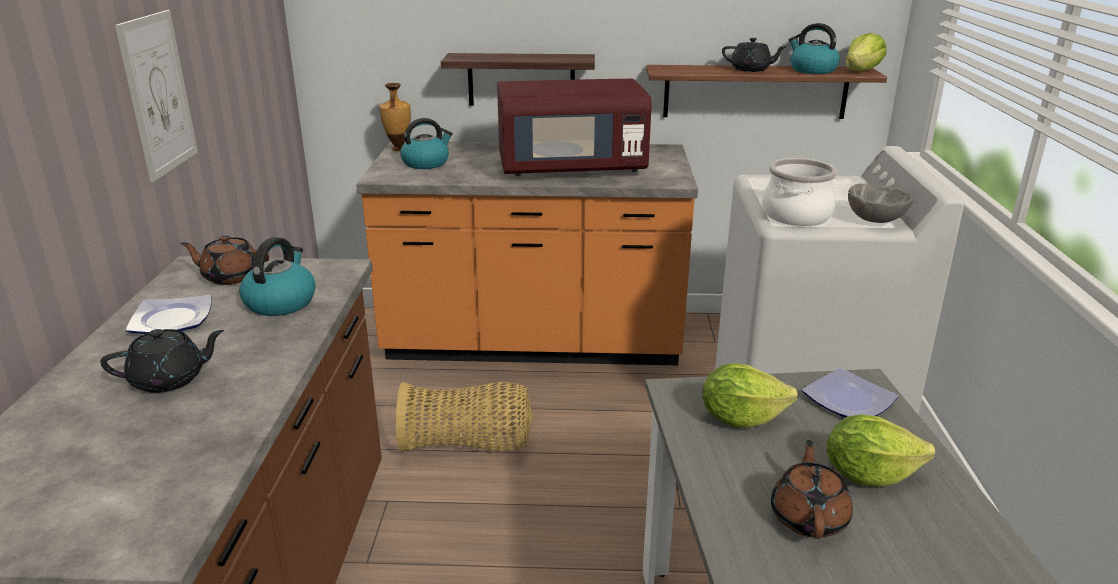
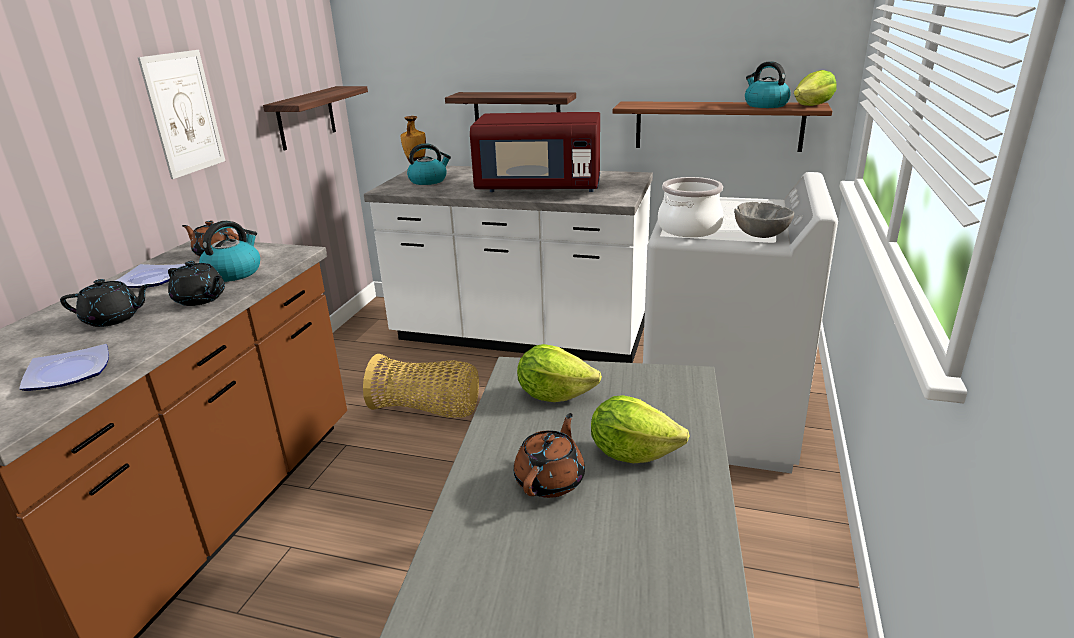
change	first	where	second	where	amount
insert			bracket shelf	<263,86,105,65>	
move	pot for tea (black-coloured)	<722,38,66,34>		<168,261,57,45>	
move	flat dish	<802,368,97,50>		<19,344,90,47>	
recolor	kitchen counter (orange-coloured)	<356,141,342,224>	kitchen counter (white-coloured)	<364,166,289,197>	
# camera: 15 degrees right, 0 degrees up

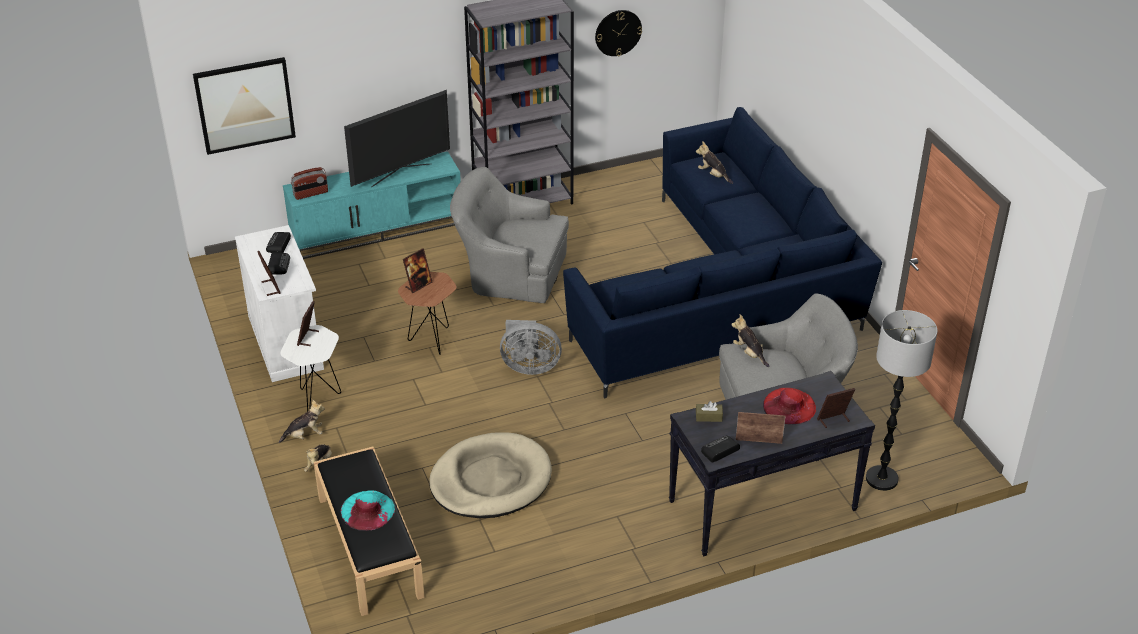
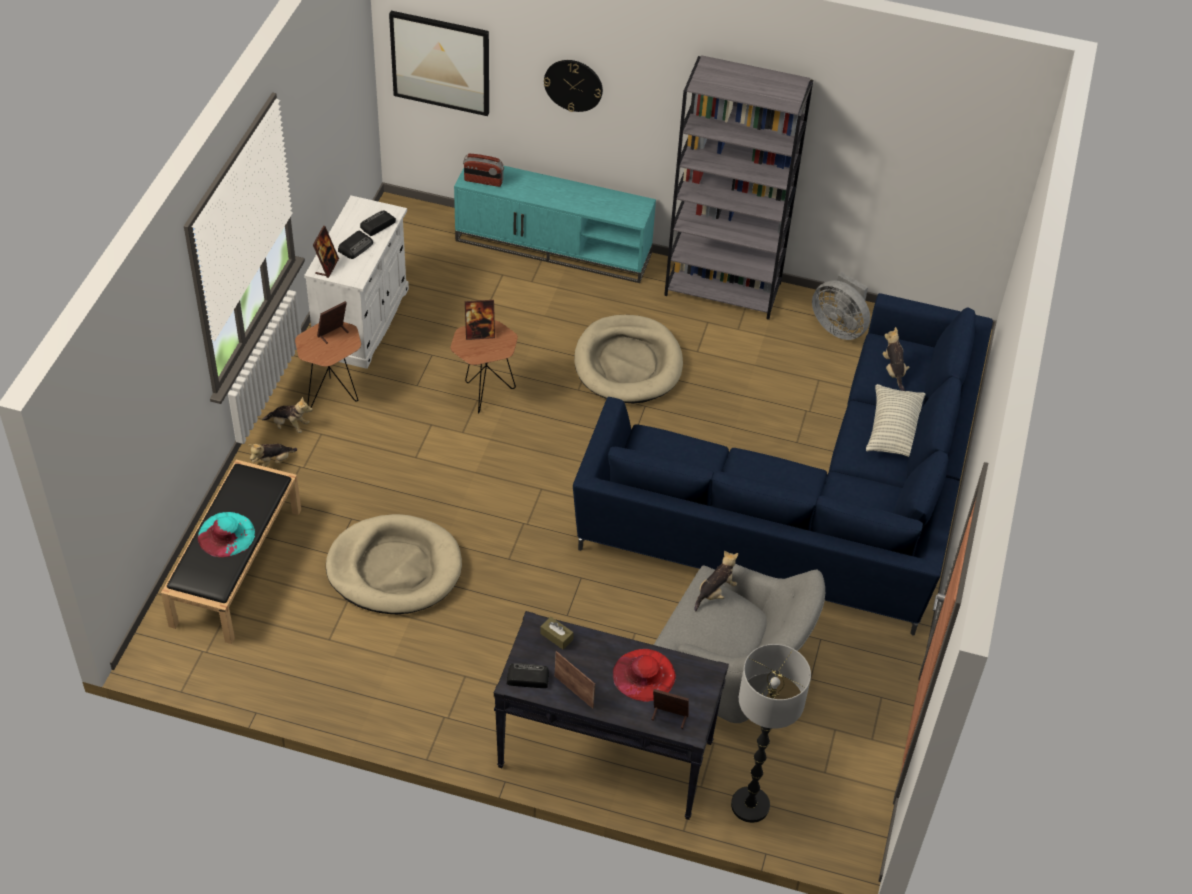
change	first	where	second	where	amount
delete	television	<344,90,106,97>			
insert			pillow	<866,384,60,73>	
move	cooling fan (greyish)	<500,320,62,55>		<812,273,58,67>	
move	clock on the wall	<595,10,47,46>		<544,60,59,52>	
replace	armchair (greyish)	<450,167,119,136>	dog bed (beige-coloured)	<574,315,109,88>	
recolor	end table (white-coloured)	<280,325,61,87>	end table (brown)	<295,322,66,86>	
rotate	cuddly toy	<731,314,39,53>		<694,550,44,61>	45 degrees clockwise
# camera: 35 degrees right, 10 degrees up

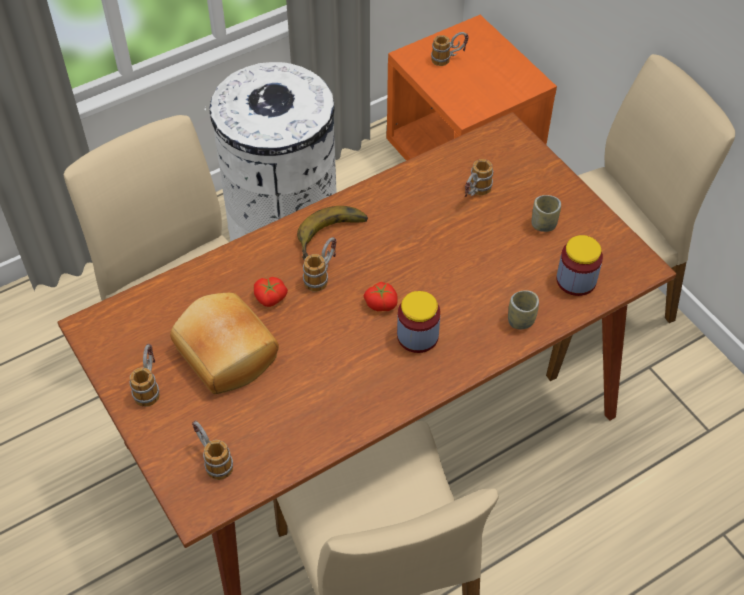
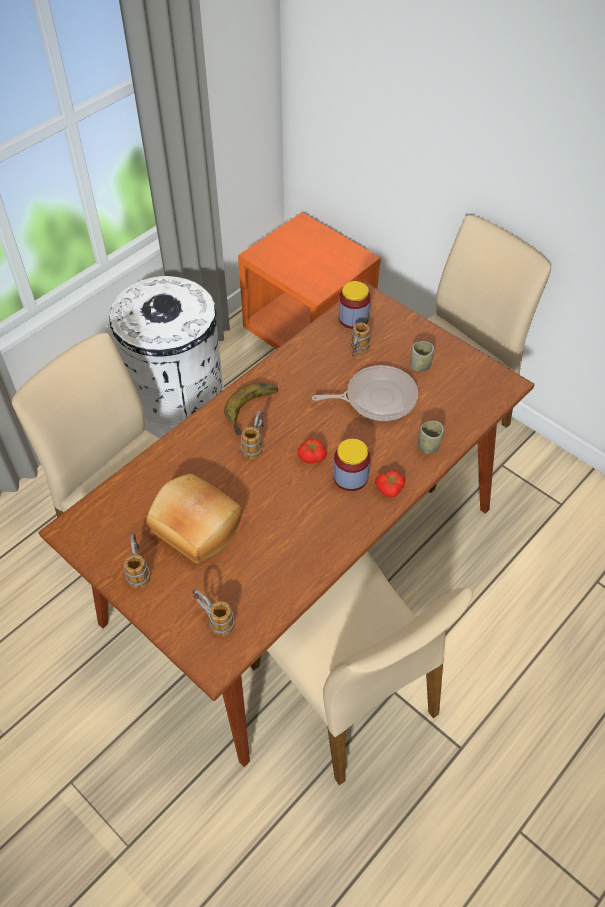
change	first	where	second	where	amount
delete	coffee mug	<431,32,38,34>			
insert			pan	<312,365,106,56>	
move	tomato	<254,277,34,30>		<375,471,30,26>	
move	storage jar	<556,235,47,61>		<339,281,32,48>	
# camera: 15 degrees left, 0 degrees up

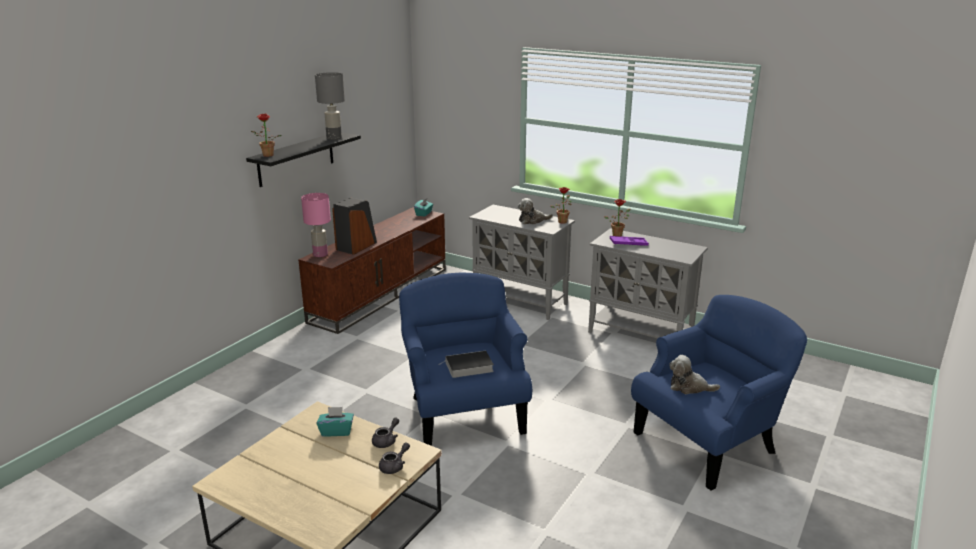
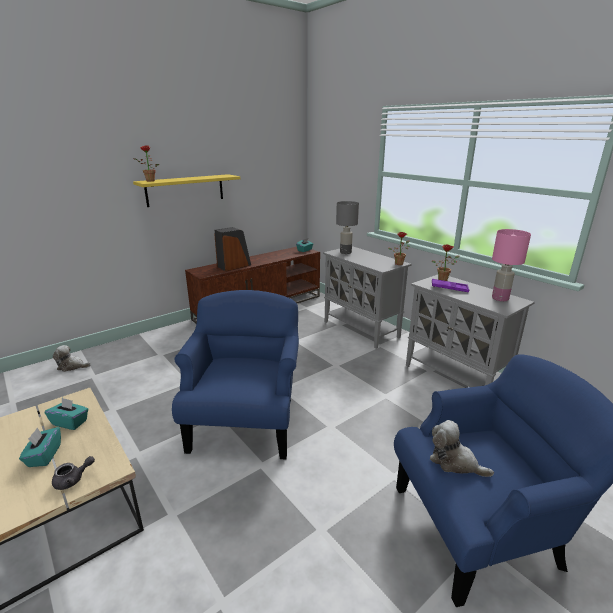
change	first	where	second	where	amount
delete	pot for tea (greyish)	<372,417,27,31>			
delete	volume	<438,351,56,27>			
insert			tissue holder (blue-green)	<19,427,42,40>	
move	table lamp (pink-coloured)	<301,193,30,64>		<492,229,39,72>	
move	table lamp (greyish)	<315,72,30,68>		<336,201,23,53>	
move	cuddly toy	<518,198,35,26>		<53,345,37,27>	
recolor	bracket shelf (black-coloured)	<246,132,115,55>	bracket shelf (yellow)	<133,174,107,33>	
# camera: 20 degrees right, 0 degrees up

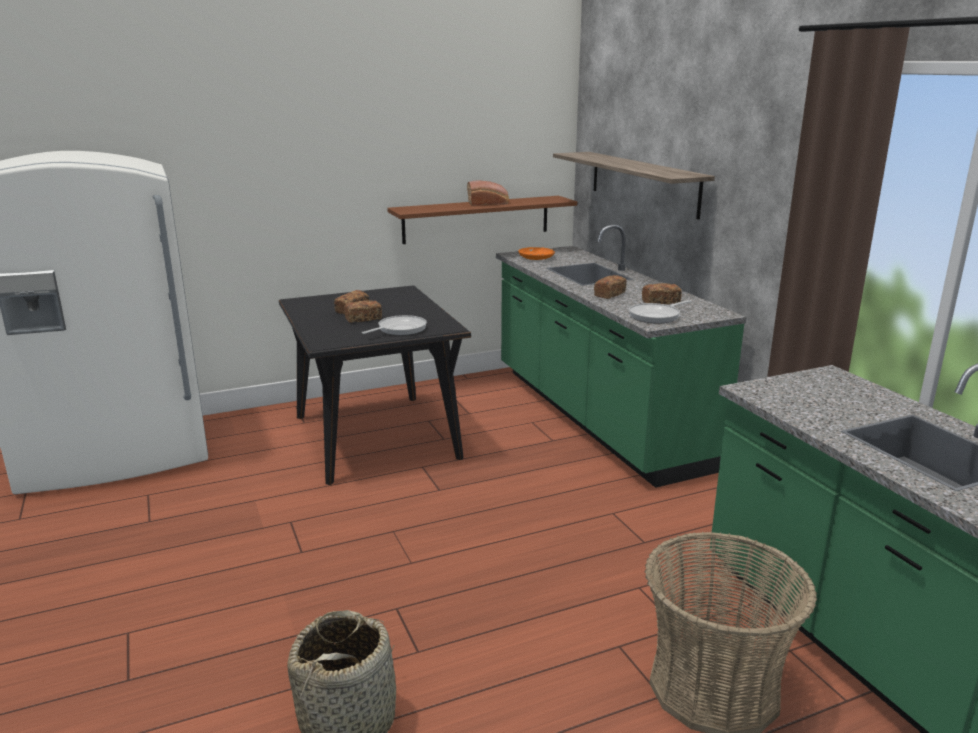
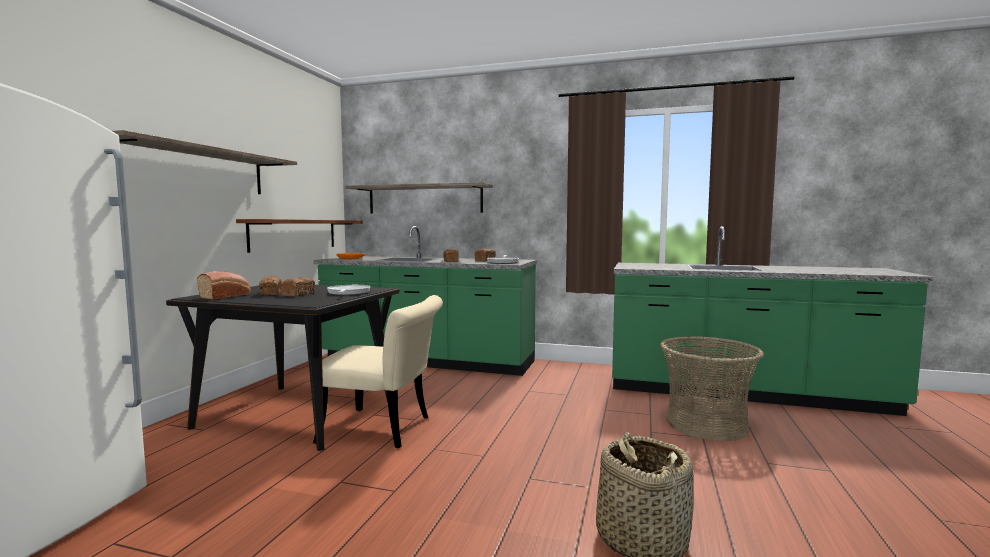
change	first	where	second	where	amount
insert			bracket shelf	<112,130,185,64>	
insert			plain chair (beige-coloured)	<313,295,130,153>	
move	baked bread	<467,180,42,26>		<197,271,54,29>	
# camera: 50 degrees left, 15 degrees down

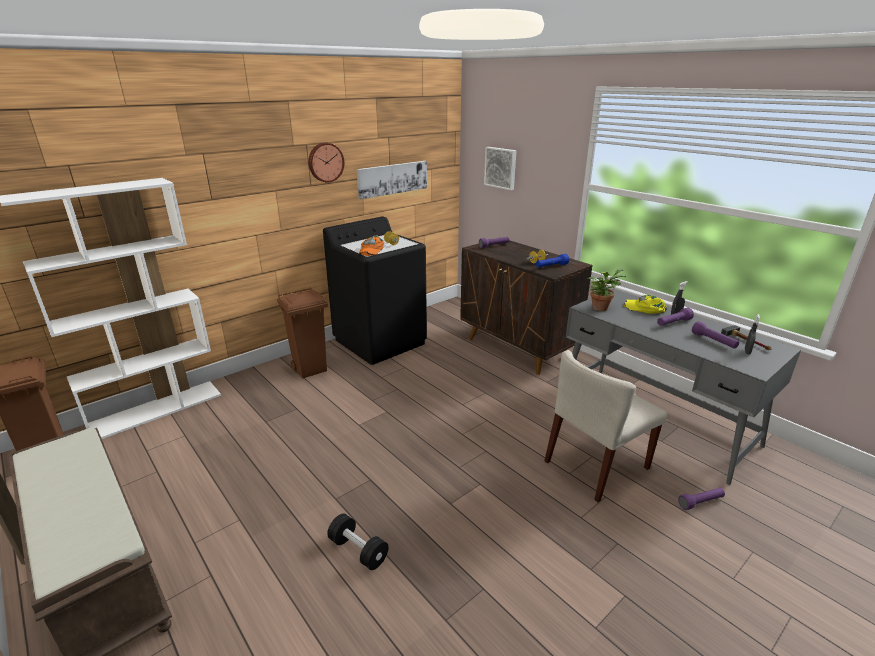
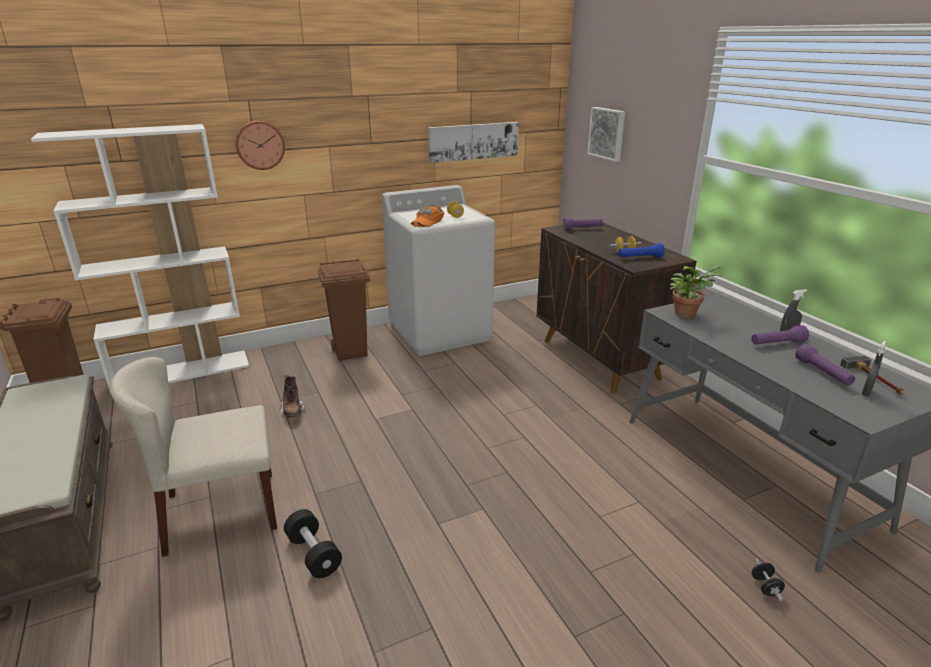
change	first	where	second	where	amount
delete	baseball cap (yellow)	<624,295,43,19>			
insert			high-top boot (brown)	<280,375,25,43>	
move	clock on the wall	<309,143,35,40>		<235,121,50,49>	
move	plain chair (beige-coloured)	<544,350,123,152>		<110,357,167,200>	
replace	torch (purplish)	<678,488,47,22>	hand weight (black-coloured)	<752,558,33,43>	
recolor	laundry appliance (black-coloured)	<323,216,104,149>	laundry appliance (white-coloured)	<382,185,113,171>	
# camera: 15 degrees right, 0 degrees up

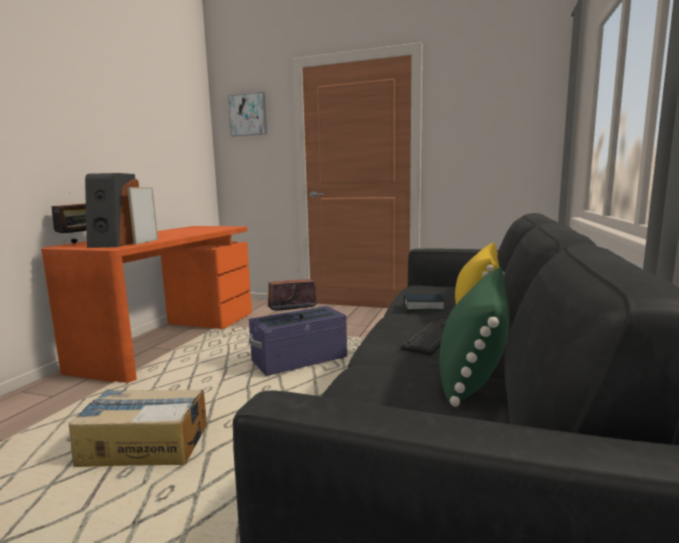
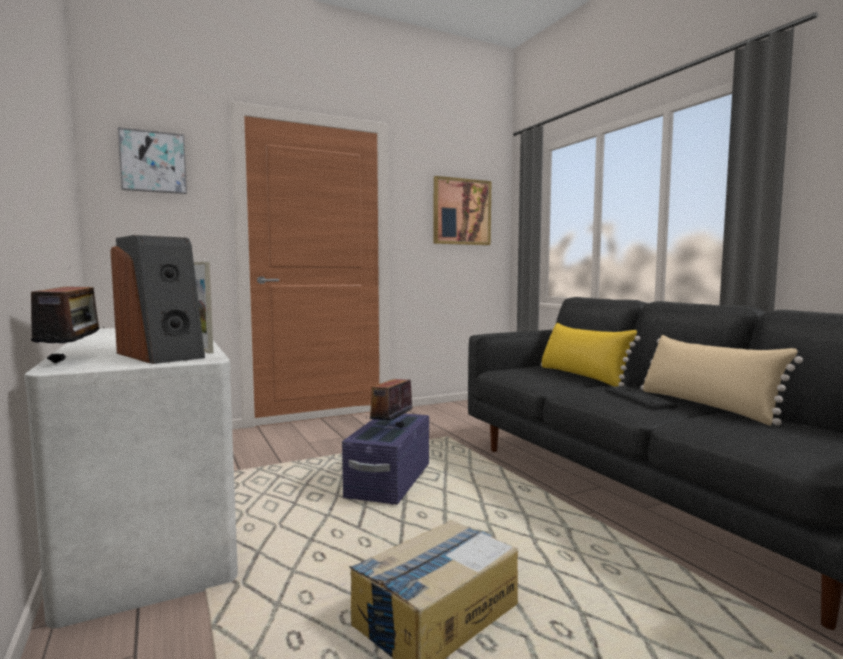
change	first	where	second	where	amount
delete	volume	<404,294,41,16>			
insert			wall picture	<434,176,57,69>	
recolor	desk table (orange-coloured)	<41,226,211,157>	desk table (white-coloured)	<24,328,214,300>	
recolor	pillow (green-coloured)	<439,267,71,140>	pillow (beige-coloured)	<641,335,162,91>	
# camera: 45 degrees left, 5 degrees down

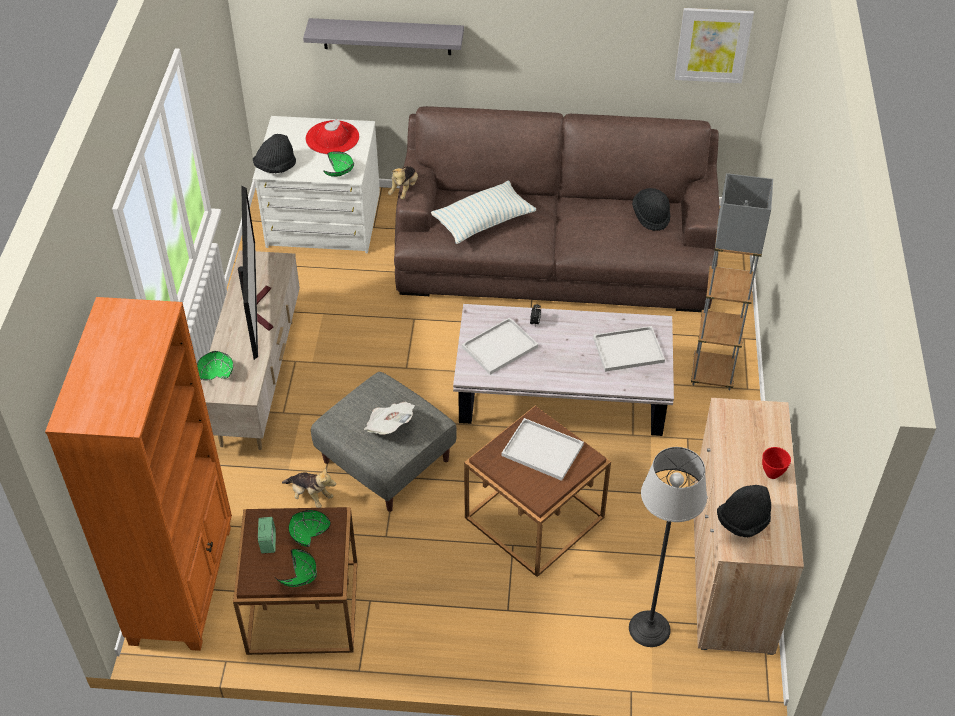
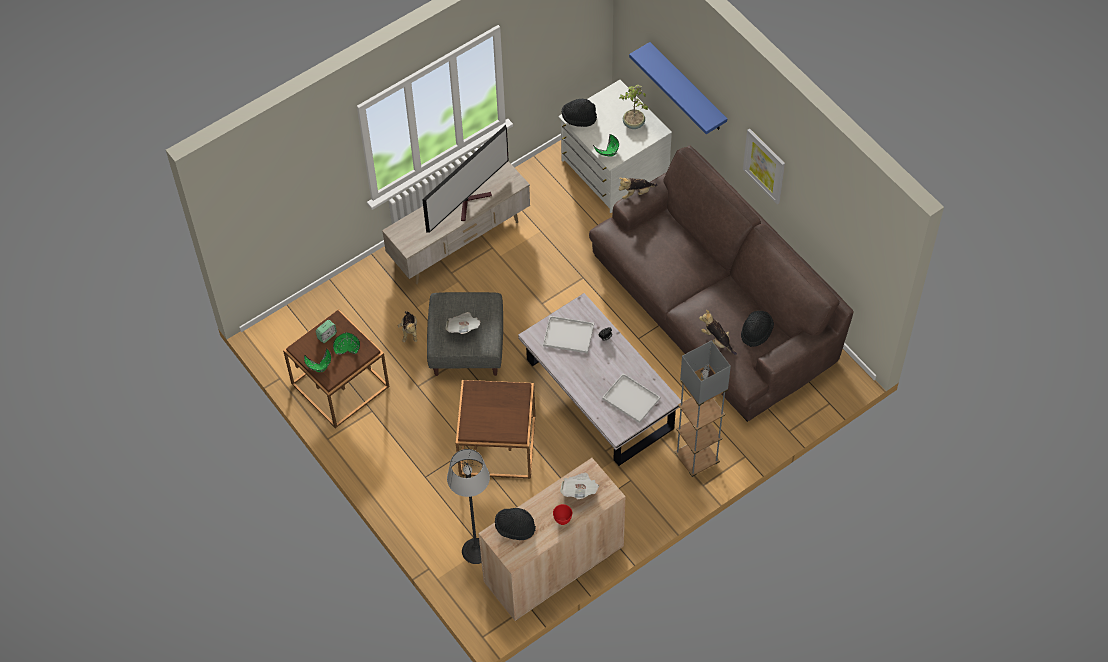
change	first	where	second	where	amount
delete	bookshelf (orange-coloured)	<45,297,187,354>			
delete	serving bowl (green-coloured)	<197,351,36,30>			
delete	pillow	<431,181,105,63>			
delete	carrying tray (white-coloured)	<502,418,82,63>			
insert			printed paper	<560,472,39,27>	
insert			cuddly toy	<699,310,38,45>	
move	wall picture	<675,8,79,75>		<743,128,42,76>	
replace	clothing hat (red-coloured)	<306,119,53,35>	plant in a pot	<619,84,29,45>	
recolor	bracket shelf (greyish)	<303,18,161,37>	bracket shelf (blue-coloured)	<629,42,98,92>	
# camera: 50 degrees right, 10 degrees up

